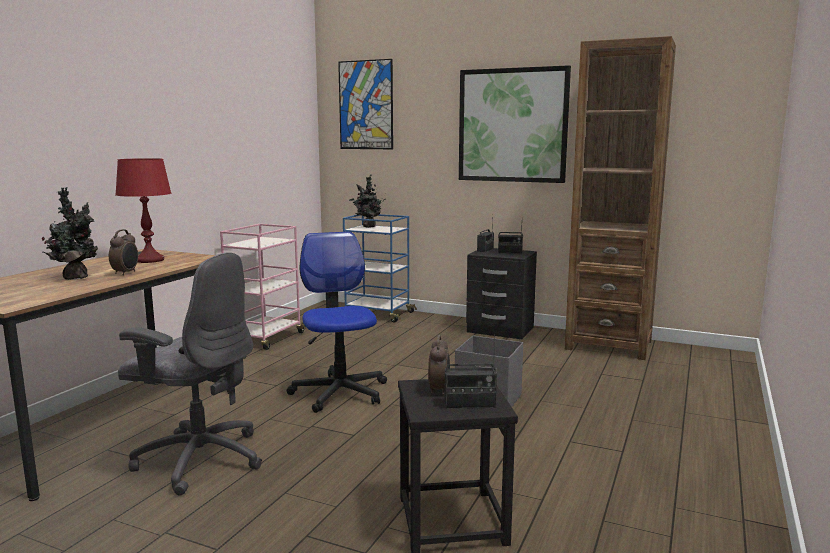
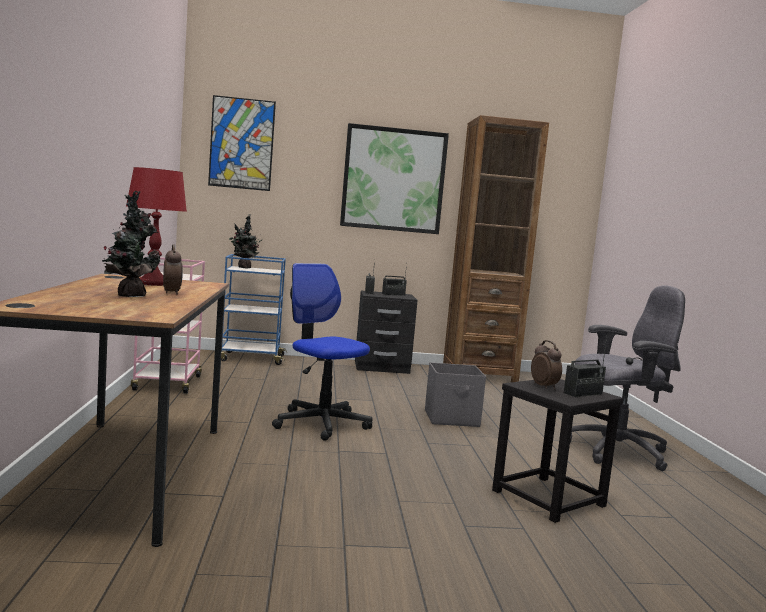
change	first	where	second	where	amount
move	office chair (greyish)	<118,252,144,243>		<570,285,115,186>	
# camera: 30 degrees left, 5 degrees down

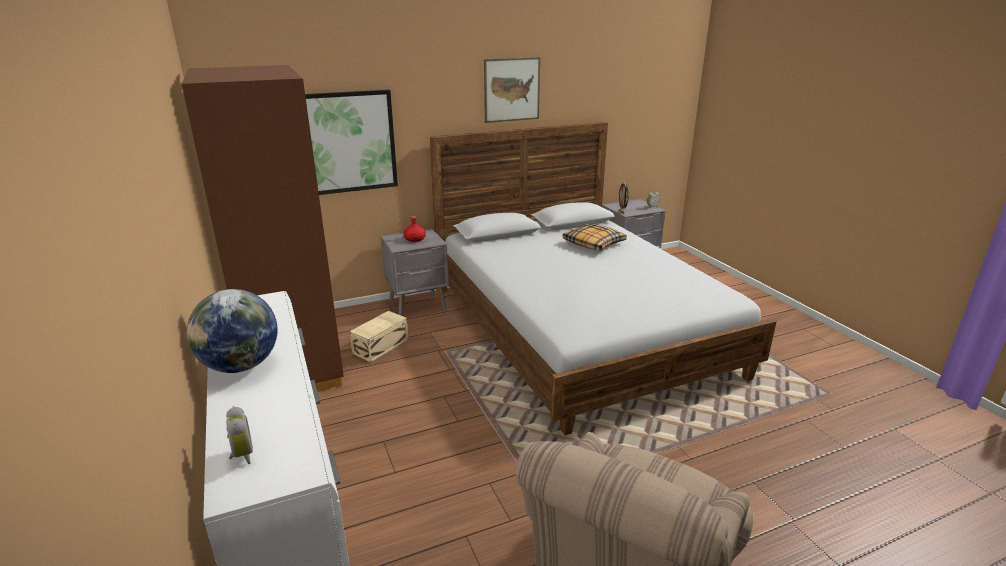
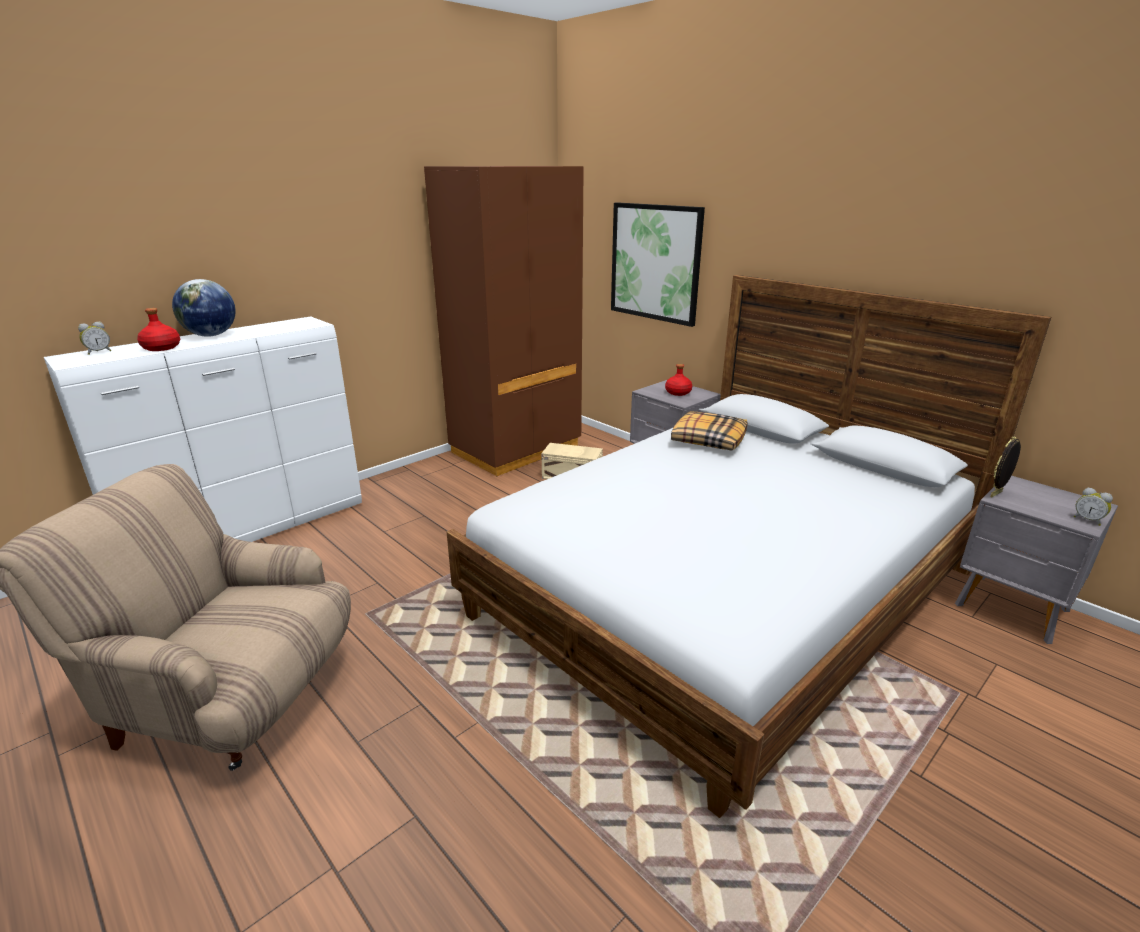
change	first	where	second	where	amount
delete	wall picture	<484,57,56,66>			
insert			bottle (red-coloured)	<137,308,43,43>	
move	pillow	<563,224,64,27>		<671,411,76,40>	
# camera: 70 degrees right, 0 degrees up

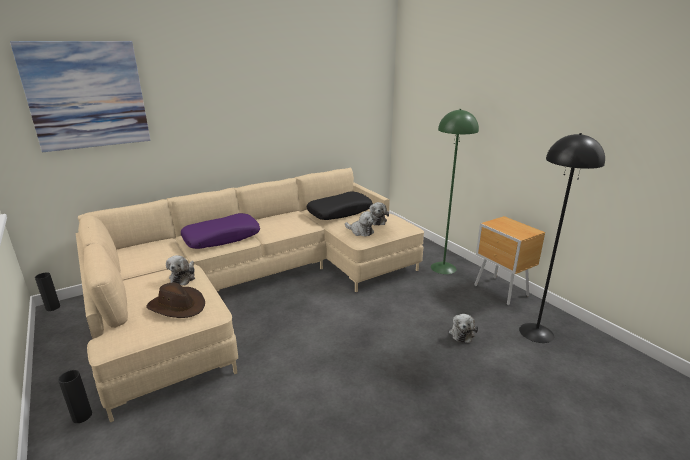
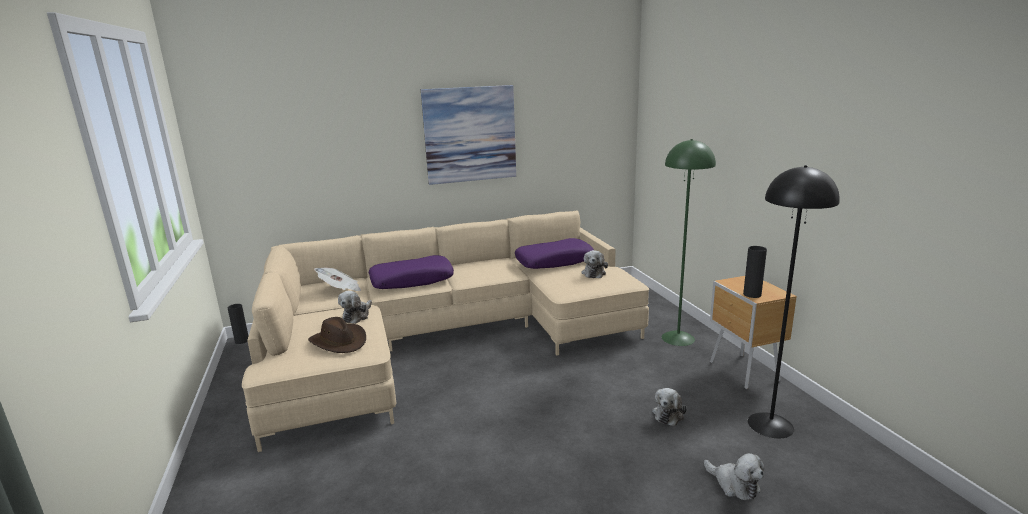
change	first	where	second	where	amount
insert			printed paper	<314,268,47,23>	
move	wall picture	<10,41,140,111>		<421,85,95,100>	
move	vase (black-coloured)	<58,370,34,53>		<743,246,24,52>	
move	cuddly toy	<345,211,30,25>		<704,453,60,47>	
recolor	pillow (black-coloured)	<307,191,66,29>	pillow (purplish)	<515,238,79,31>	
# camera: 15 degrees right, 5 degrees down

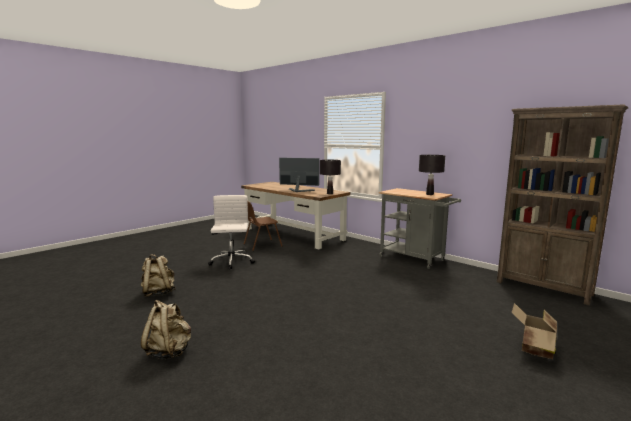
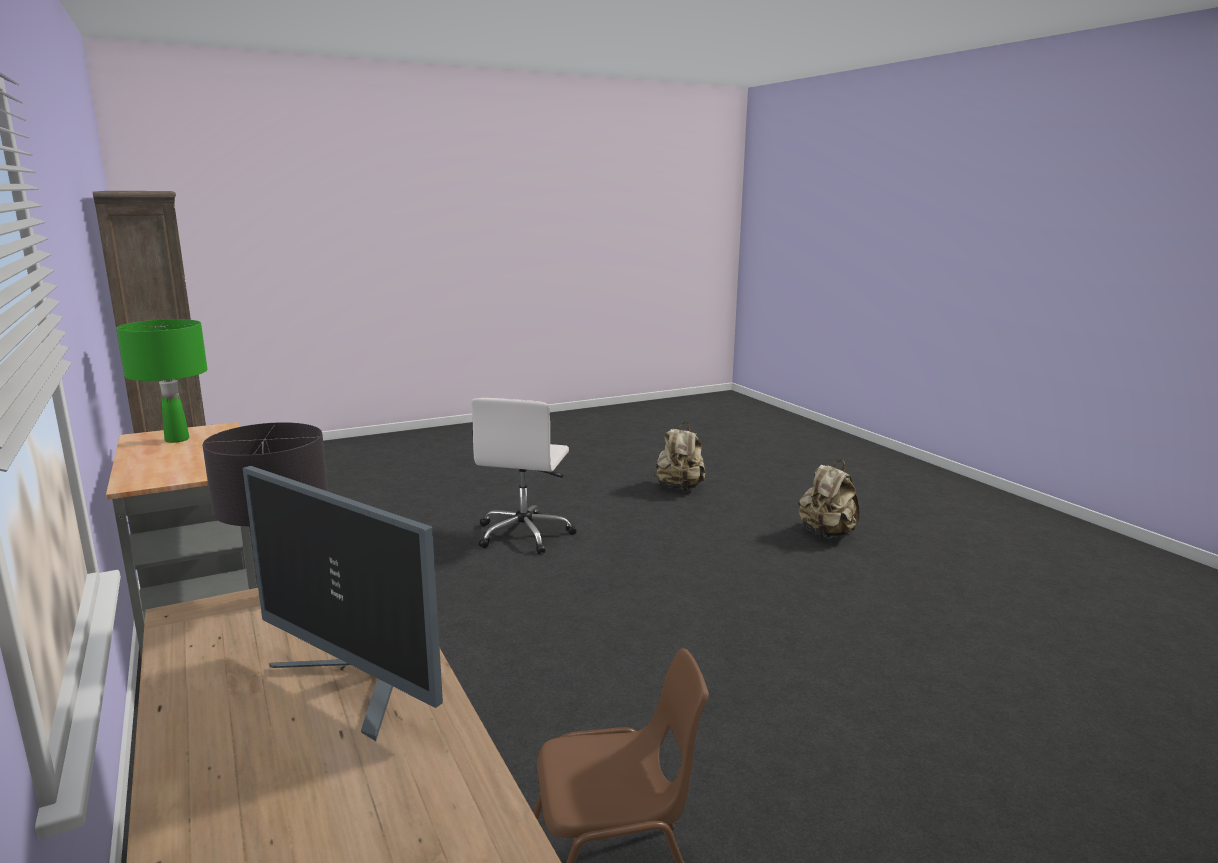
change	first	where	second	where	amount
delete	packing box	<512,303,45,56>			
move	knapsack (beige-coloured)	<141,254,34,43>		<654,422,51,69>	
move	office chair (white-coloured)	<208,195,47,74>		<471,398,106,156>	
recolor	table lamp (black-coloured)	<419,155,26,40>	table lamp (green-coloured)	<116,319,92,124>	
# camera: 160 degrees left, 5 degrees up

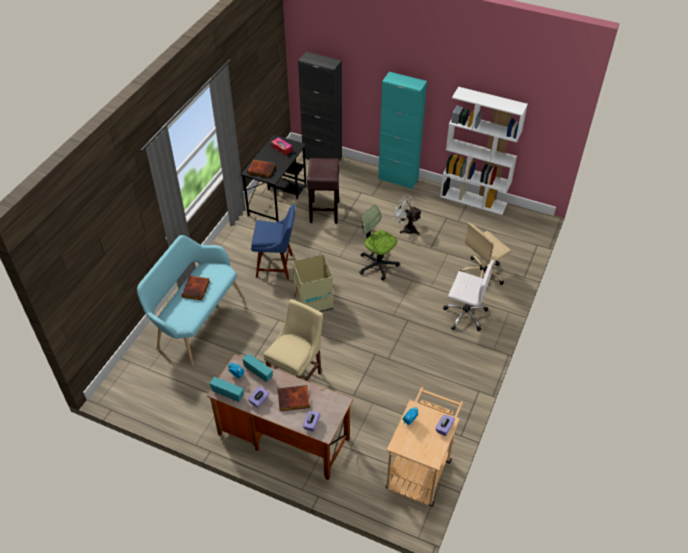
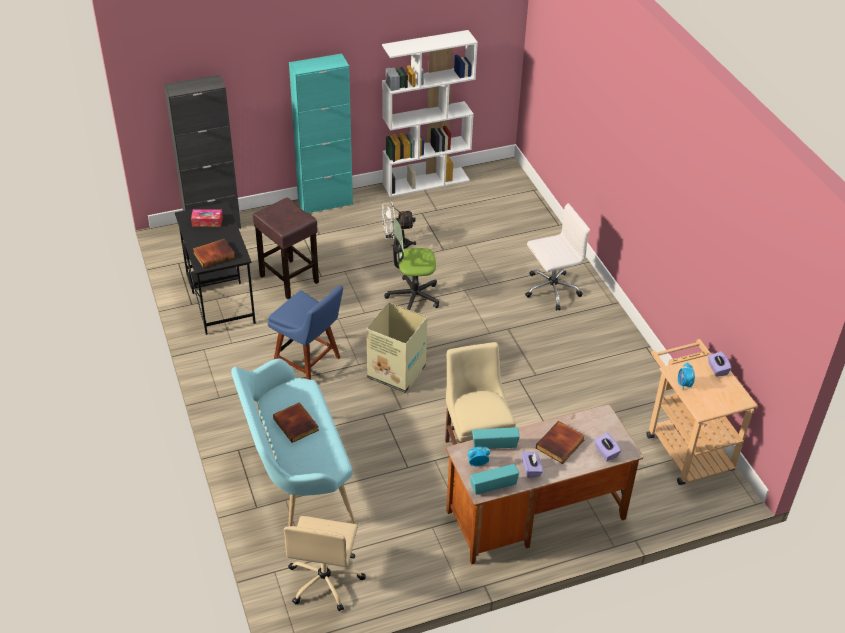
change	first	where	second	where	amount
move	office chair (beige-coloured)	<460,223,51,62>		<283,516,83,95>	
rotate	plain chair (blue-coloured)	<251,204,44,75>		<267,285,76,95>	75 degrees clockwise
# camera: 45 degrees left, 5 degrees down

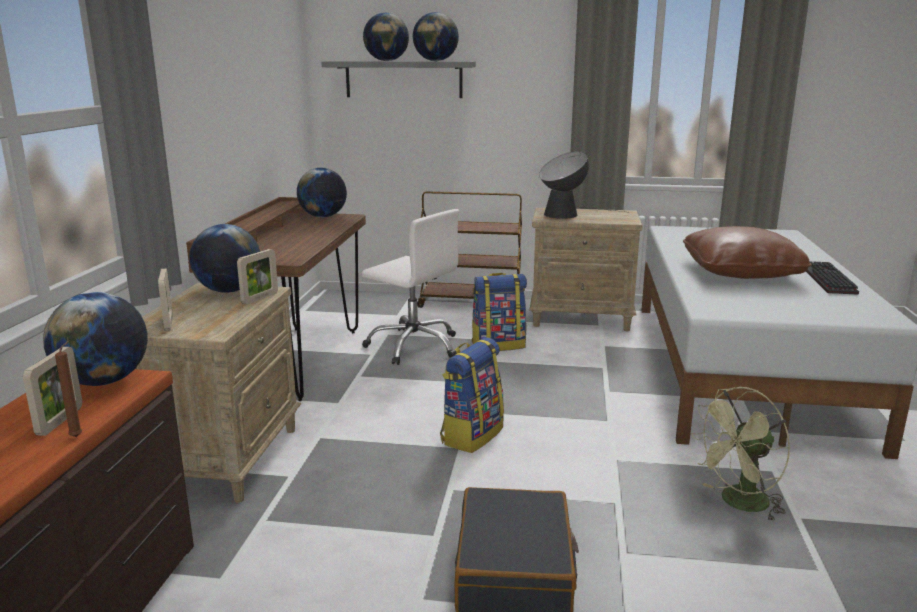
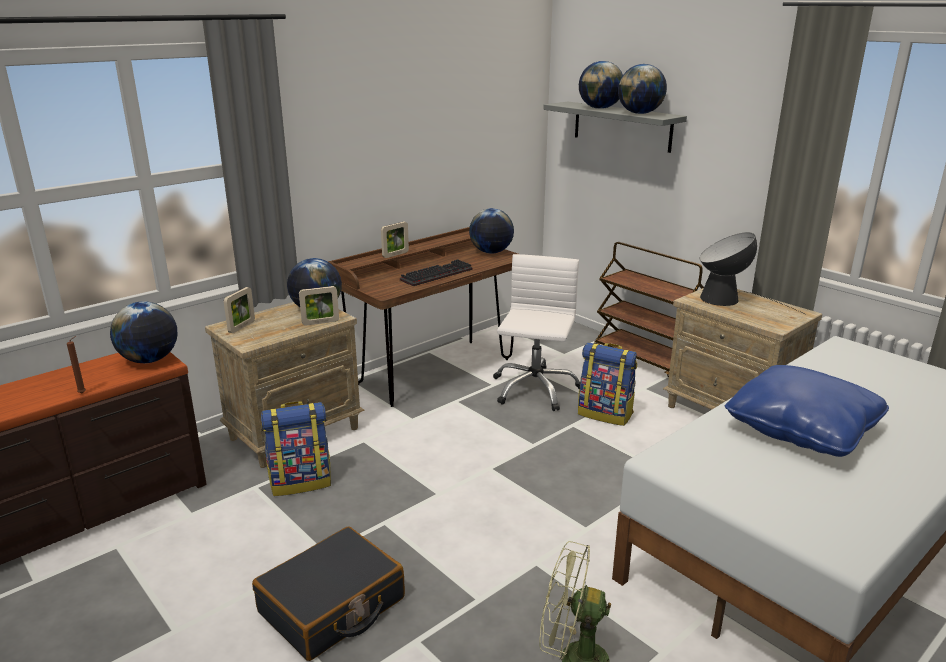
change	first	where	second	where	amount
move	picture frame	<23,347,59,89>		<381,222,28,36>	
move	knapsack	<440,337,64,116>		<261,401,70,95>	
move	computer keyboard	<806,261,53,34>		<400,259,73,27>	
recolor	pillow (brown)	<683,226,129,53>	pillow (blue-coloured)	<725,365,164,92>	
rotate	office chair (white-coloured)	<362,209,97,156>		<493,254,87,157>	150 degrees counterclockwise
# camera: 40 degrees right, 5 degrees up

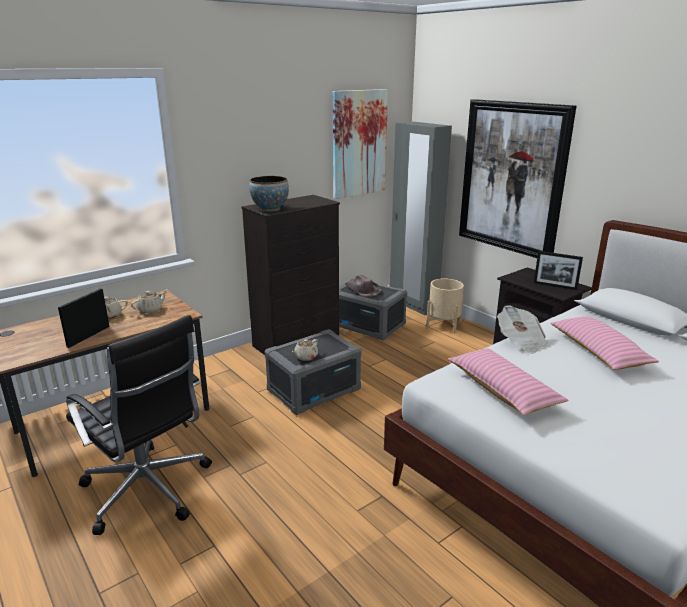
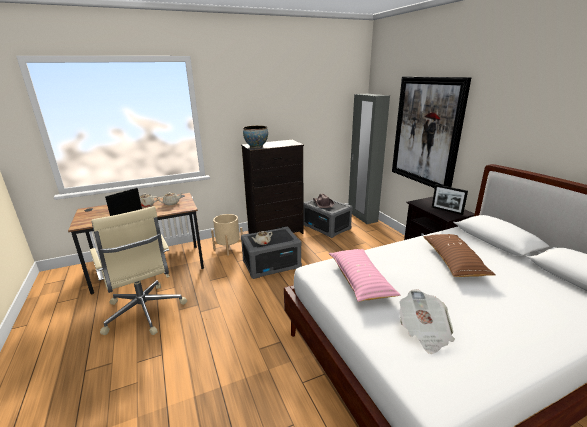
change	first	where	second	where	amount
delete	wall picture	<333,89,55,110>			
move	flower pot (beige-coloured)	<426,278,38,55>		<211,214,32,42>	
move	printed paper	<497,305,51,49>		<399,289,56,65>	
recolor	office chair (black-coloured)	<66,315,146,220>	office chair (beige-coloured)	<90,206,97,129>	
recolor	pillow (pink-coloured)	<551,317,108,53>	pillow (brown)	<423,234,73,43>	
# camera: 15 degrees right, 0 degrees up

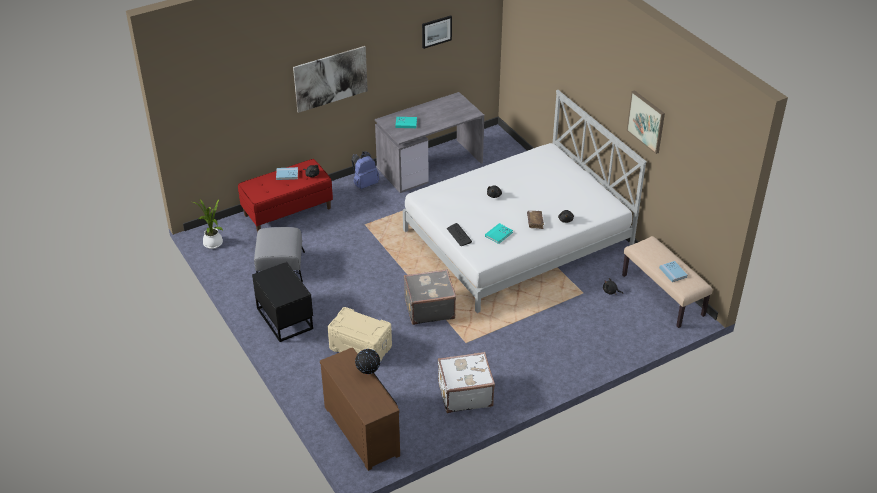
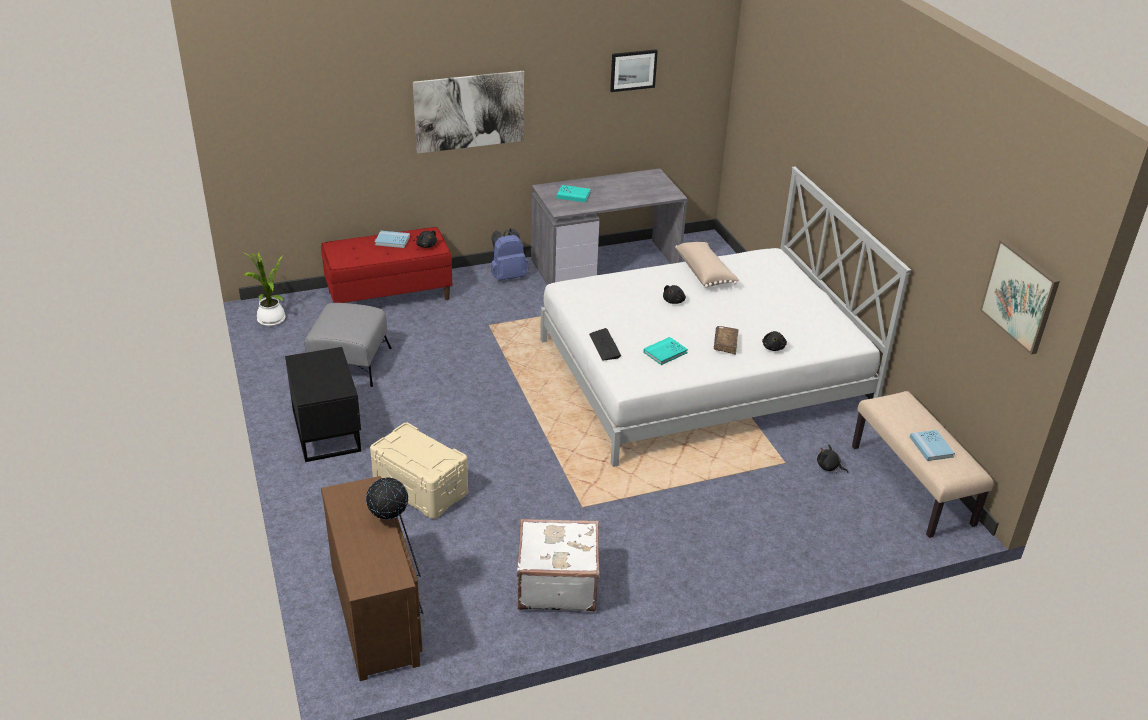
change	first	where	second	where	amount
delete	piece of luggage (greyish)	<404,269,52,56>			
insert			pillow (beige-coloured)	<675,242,64,46>	
move	wall picture	<627,90,38,64>		<980,239,80,116>	
# camera: 10 degrees right, 5 degrees down

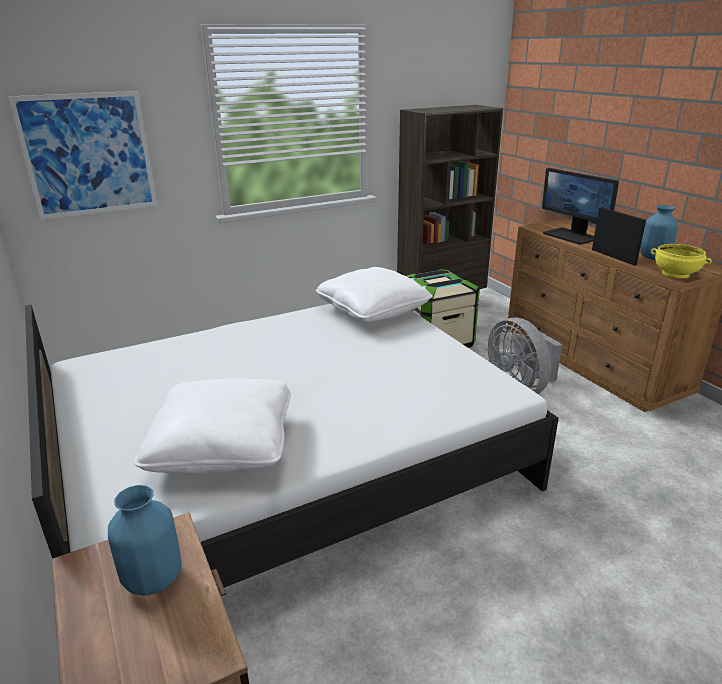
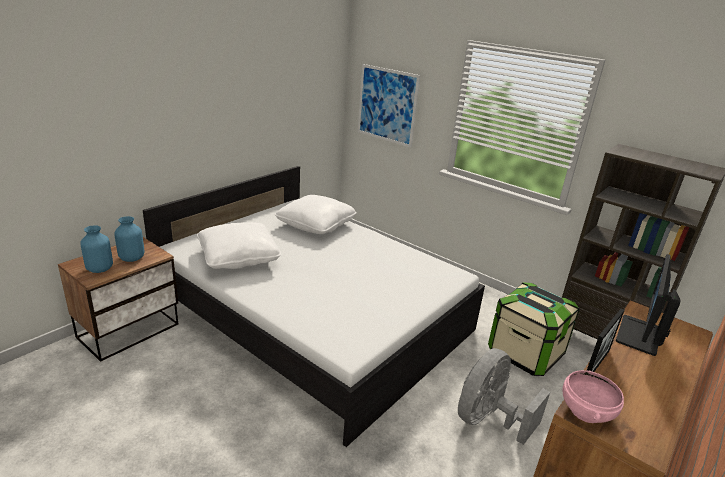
change	first	where	second	where	amount
move	pillow (white-coloured)	<316,267,116,56>		<275,195,82,39>	
move	vase (blue-coloured)	<640,205,38,55>		<80,225,33,48>	
recolor	serving bowl (yellow)	<651,244,61,35>	serving bowl (pink-coloured)	<562,370,62,53>	
# camera: 65 degrees right, 0 degrees up

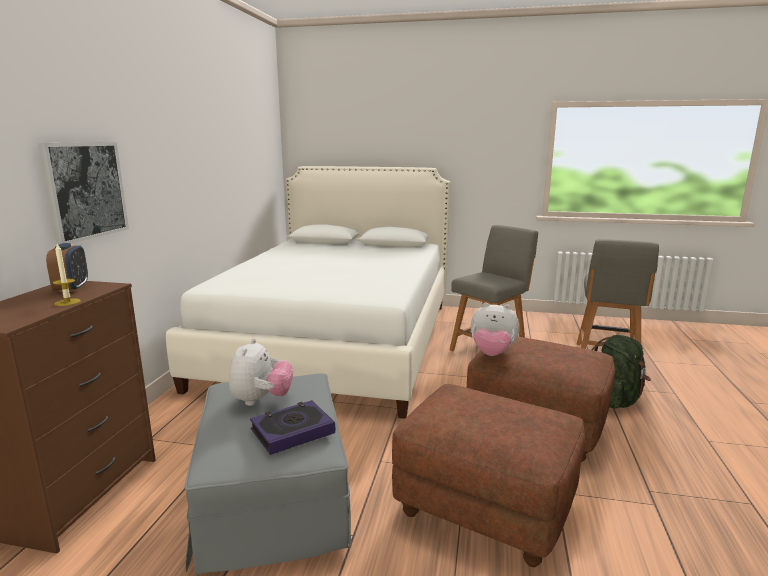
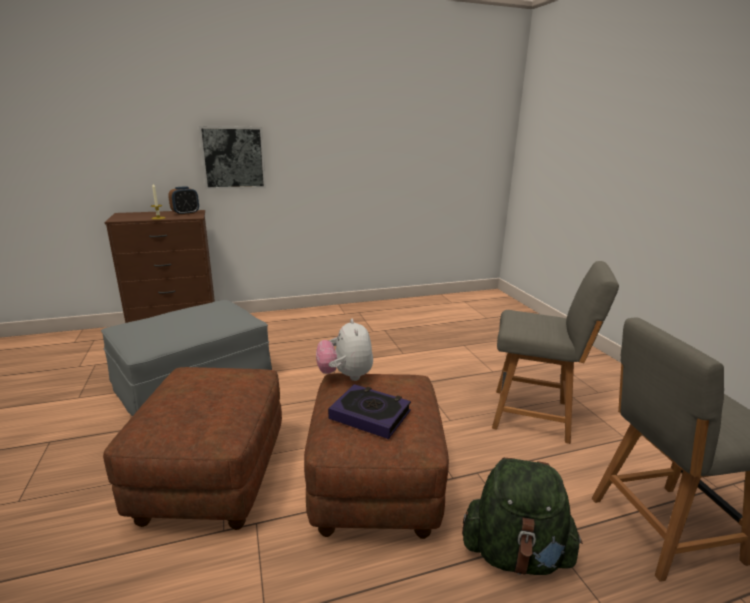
change	first	where	second	where	amount
delete	bed (white-coloured)	<166,166,284,253>			
delete	cuddly toy	<229,338,64,68>			
move	volume	<250,400,86,55>		<328,384,83,55>	
# camera: 60 degrees right, 5 degrees up

